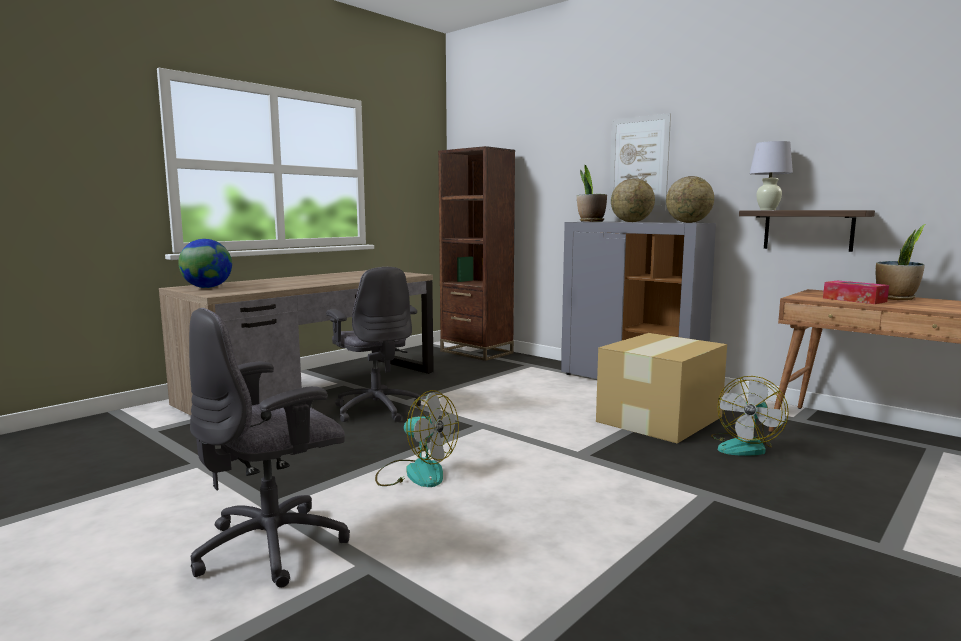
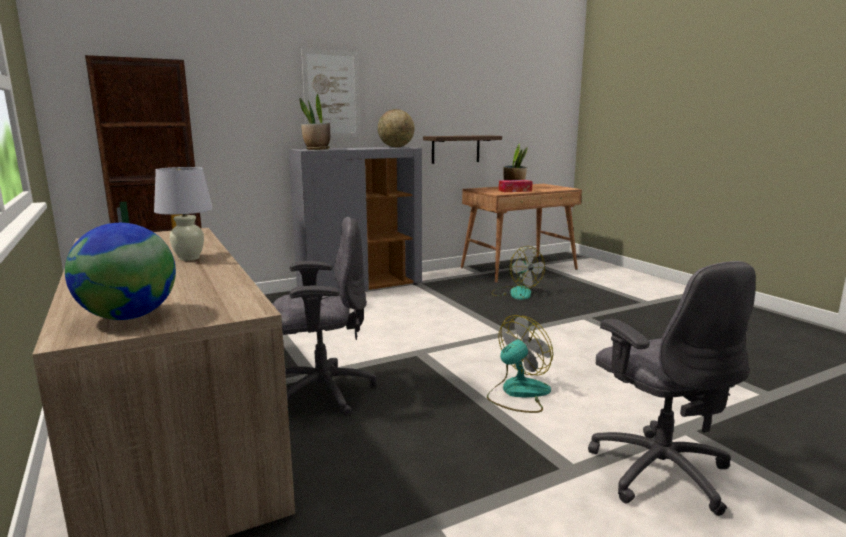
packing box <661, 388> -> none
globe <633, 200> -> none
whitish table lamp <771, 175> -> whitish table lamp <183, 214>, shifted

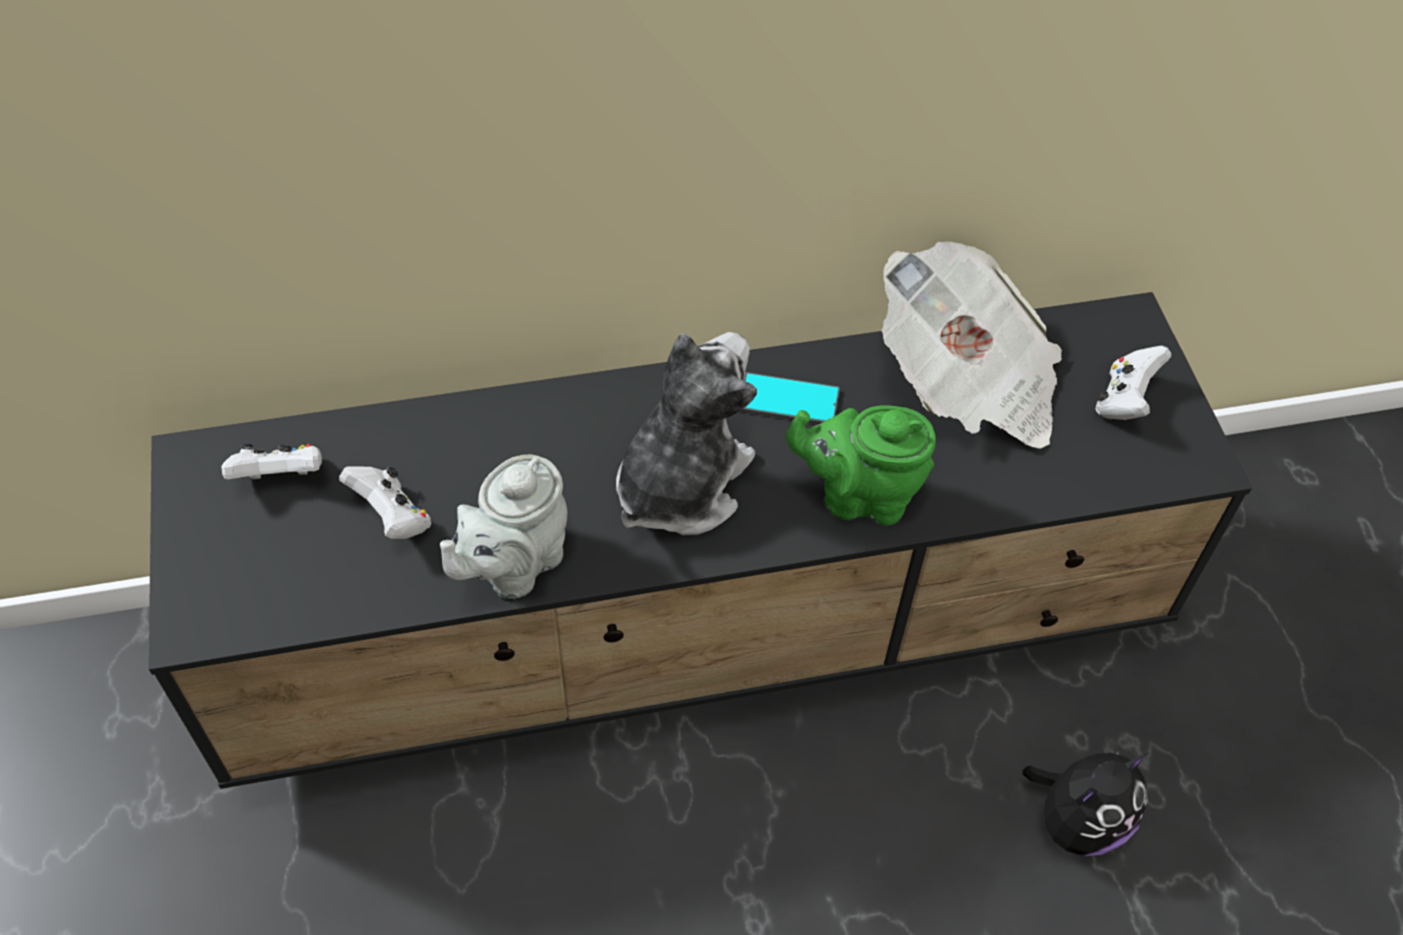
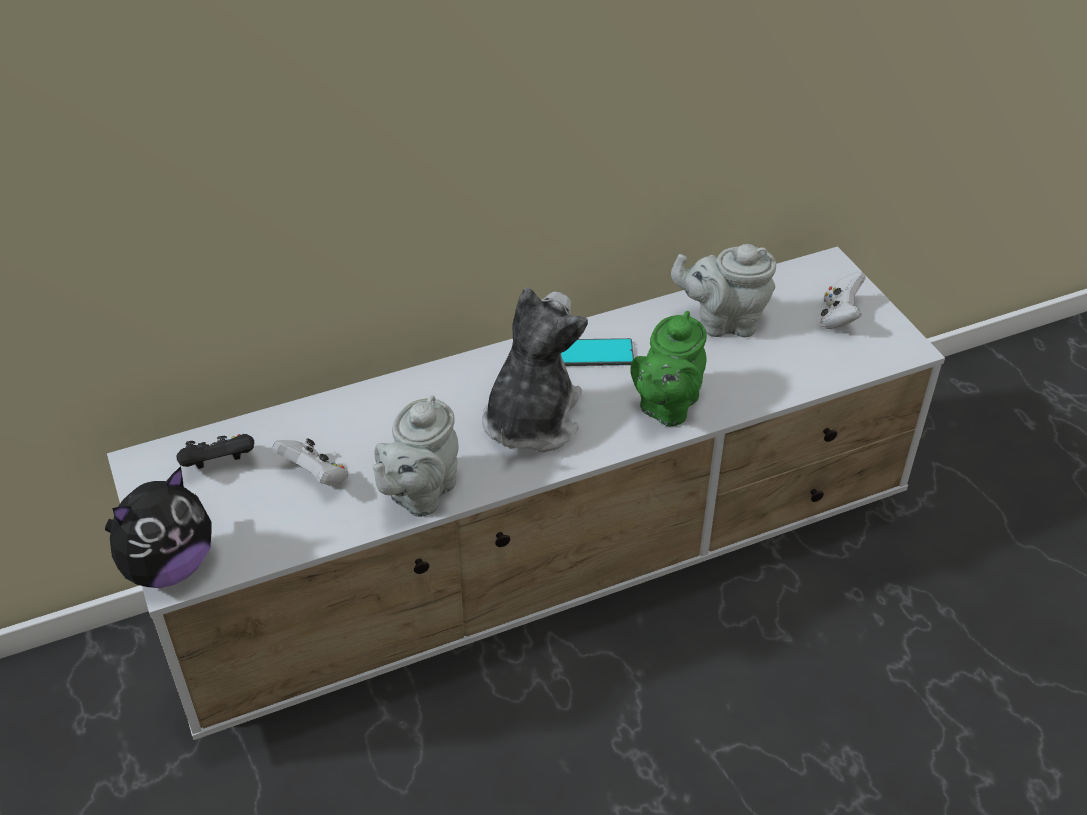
blackish tv stand <700, 540> -> whitish tv stand <526, 493>
whitish joypad <271, 462> -> blackish joypad <215, 451>
greenish tea pot <861, 465> -> greenish tea pot <668, 368>, 60 degrees counterclockwise
printed paper <972, 345> -> gray tea pot <723, 290>
cuddly toy <1085, 804> -> cuddly toy <158, 527>, shifted

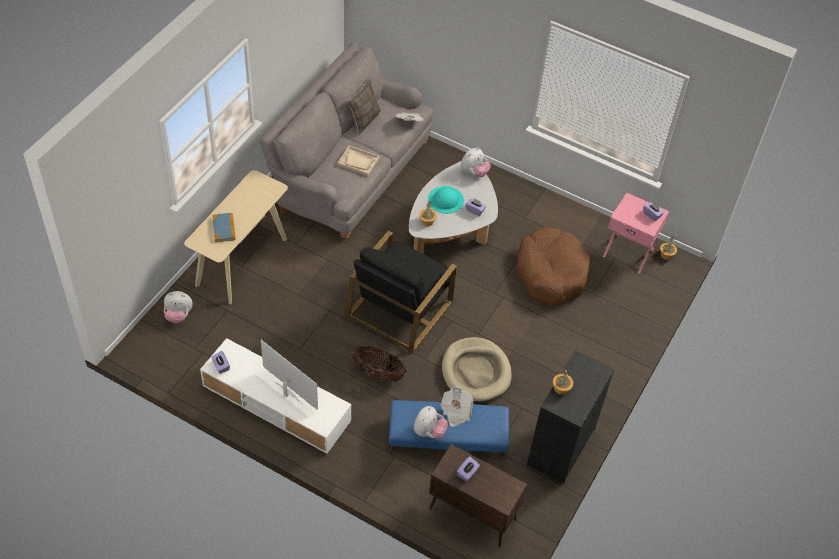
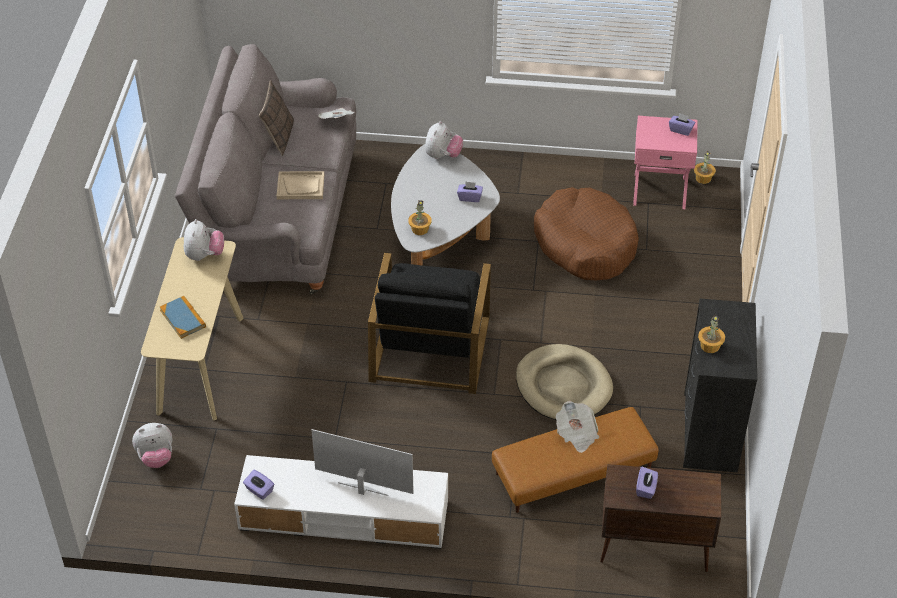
storage basket <379, 364> -> none
blue pouffe <449, 428> -> brownish pouffe <575, 460>
cuddly toy <431, 422> -> cuddly toy <204, 240>, shifted
blue-green clothing hat <446, 200> -> none

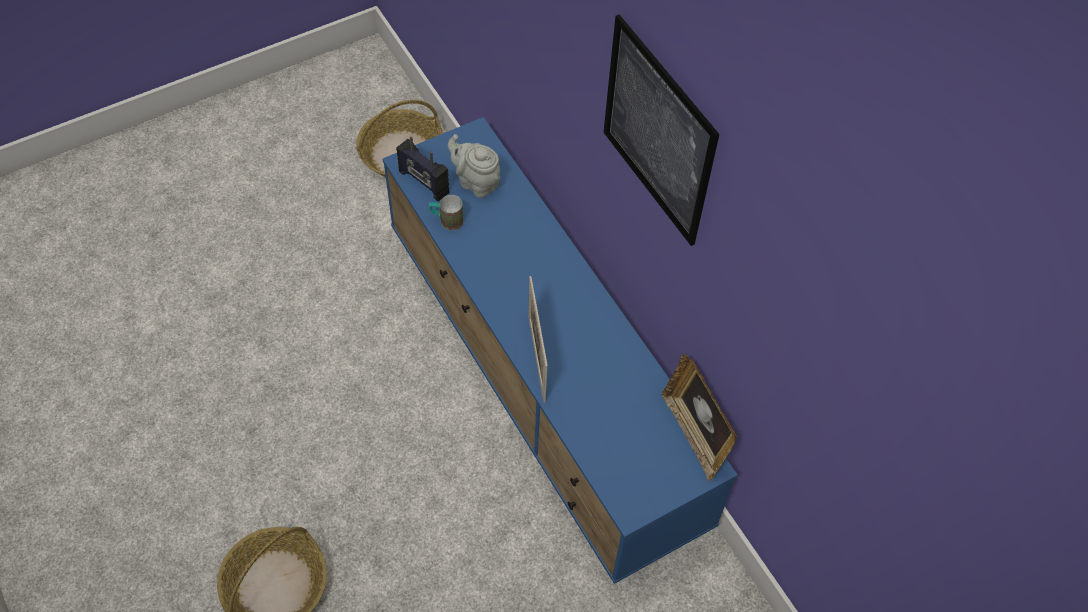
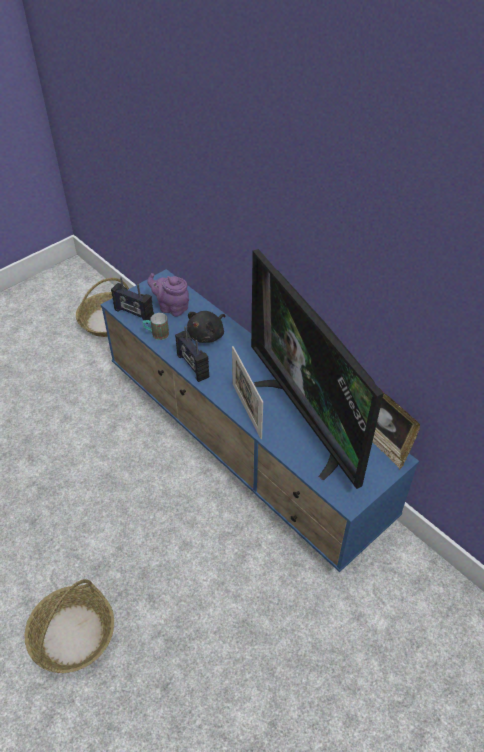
gray tea pot <474, 166> -> purplish tea pot <168, 295>
wall art <661, 130> -> none
none -> radio receiver <192, 354>
none -> blackish cuddly toy <206, 327>
none -> TV <317, 369>

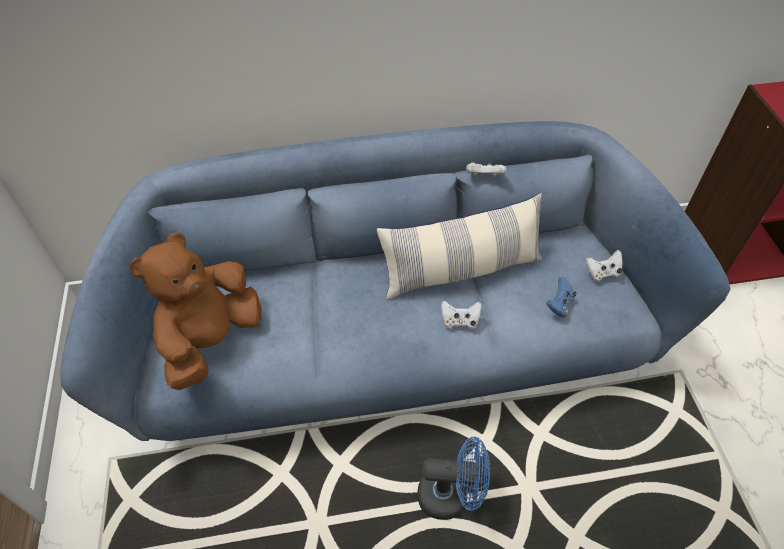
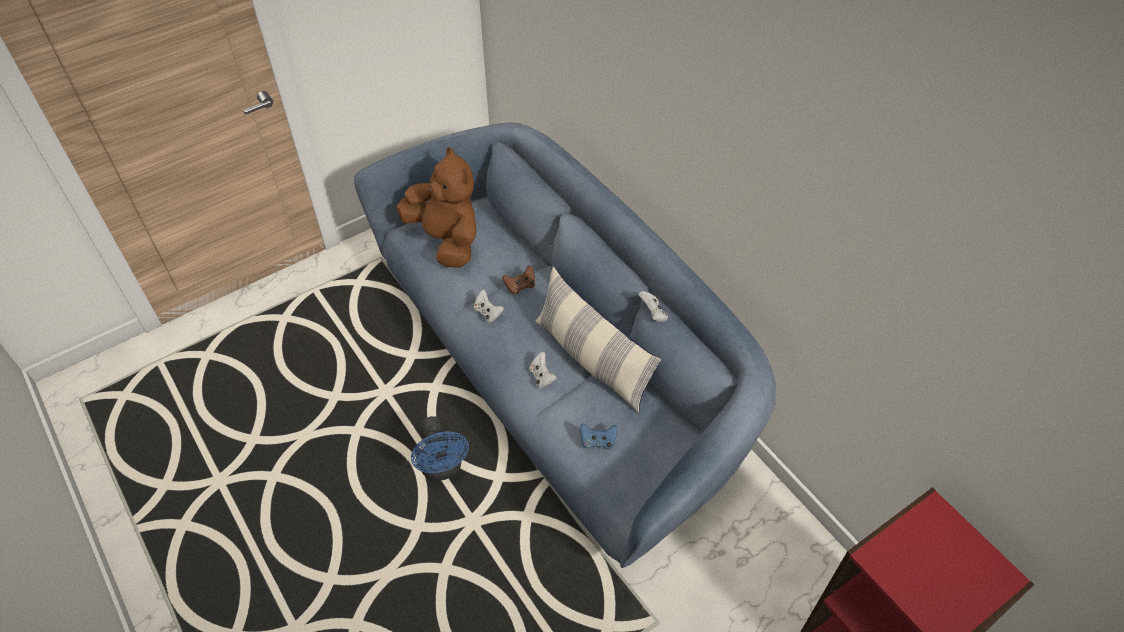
brownish cuddly toy <195, 311> -> brownish cuddly toy <436, 207>, 45 degrees clockwise
whitish joypad <604, 265> -> whitish joypad <489, 306>, shifted
none -> brownish joypad <518, 279>

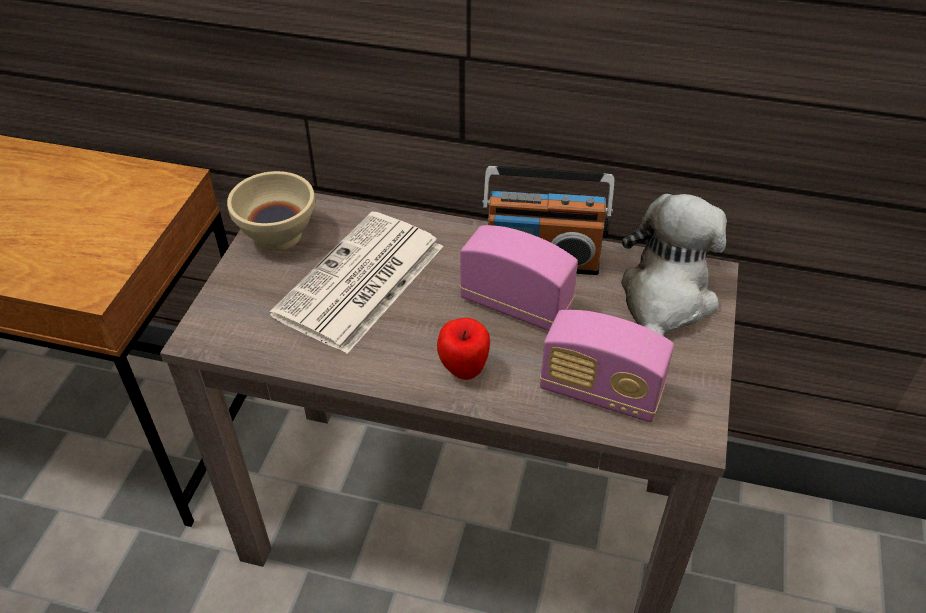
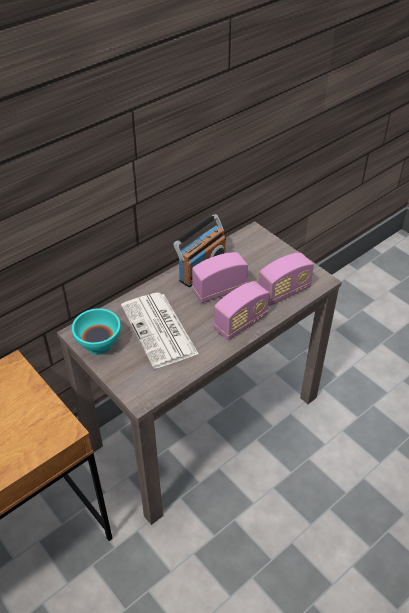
sand-coloured deep dish <271, 211> -> blue-green deep dish <96, 331>
apple fruit <463, 349> -> radio receiver <241, 310>
cuddly toy <674, 265> -> none

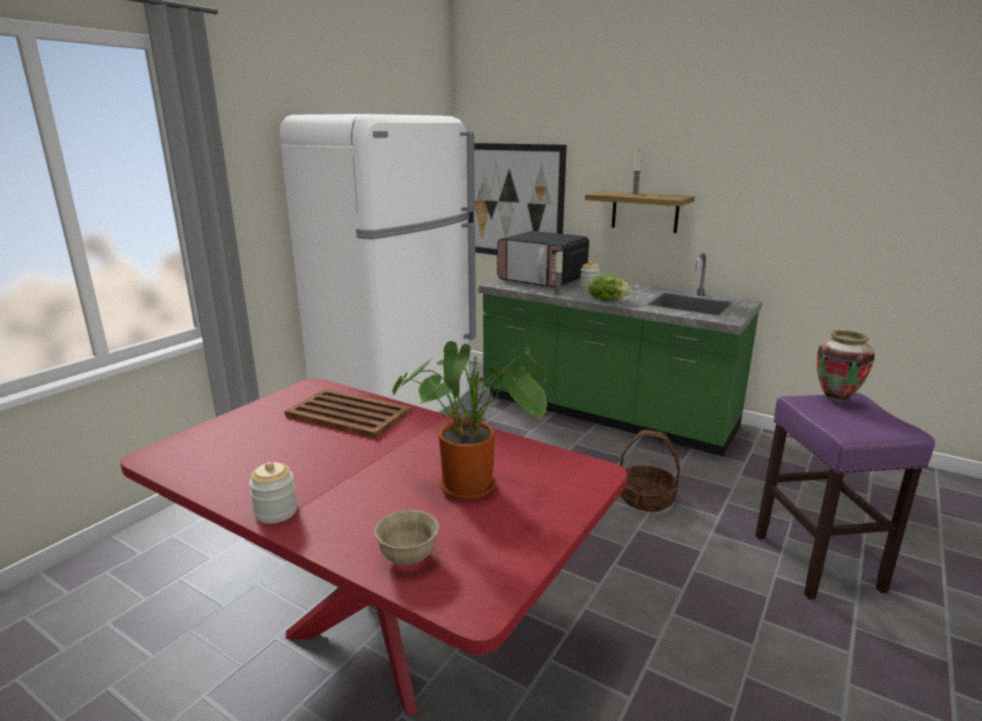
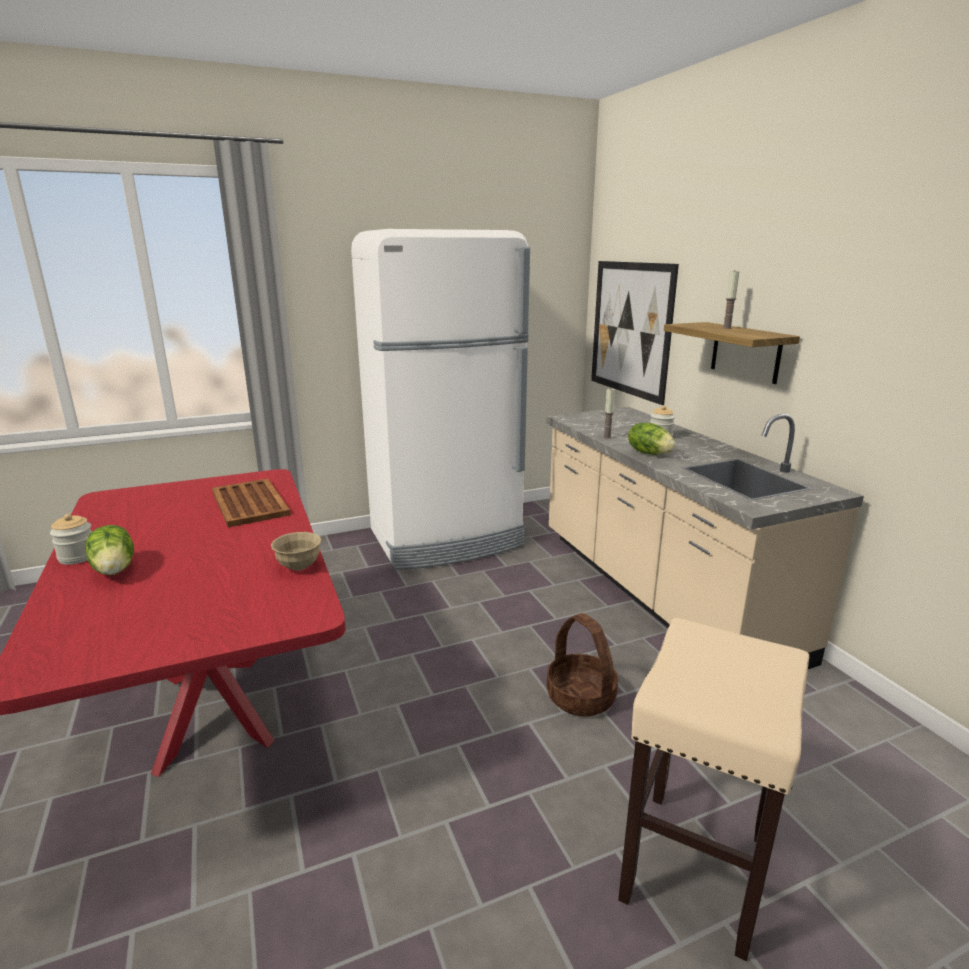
sand-coloured deep dish <407, 537> -> sand-coloured deep dish <296, 551>, shifted
plant in a pot <469, 420> -> none
greenish counter <620, 354> -> sand-coloured counter <705, 538>
microwave oven <543, 259> -> none
purplish stool seat <845, 496> -> sand-coloured stool seat <713, 789>
vase <846, 366> -> none
none -> head of lettuce <109, 550>

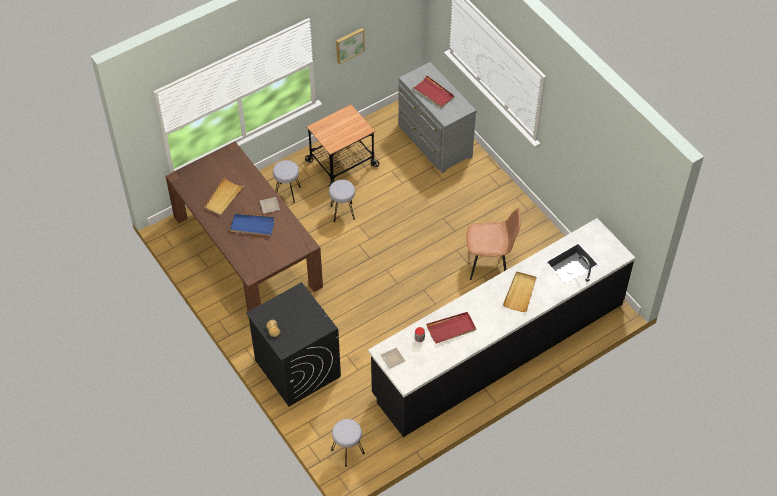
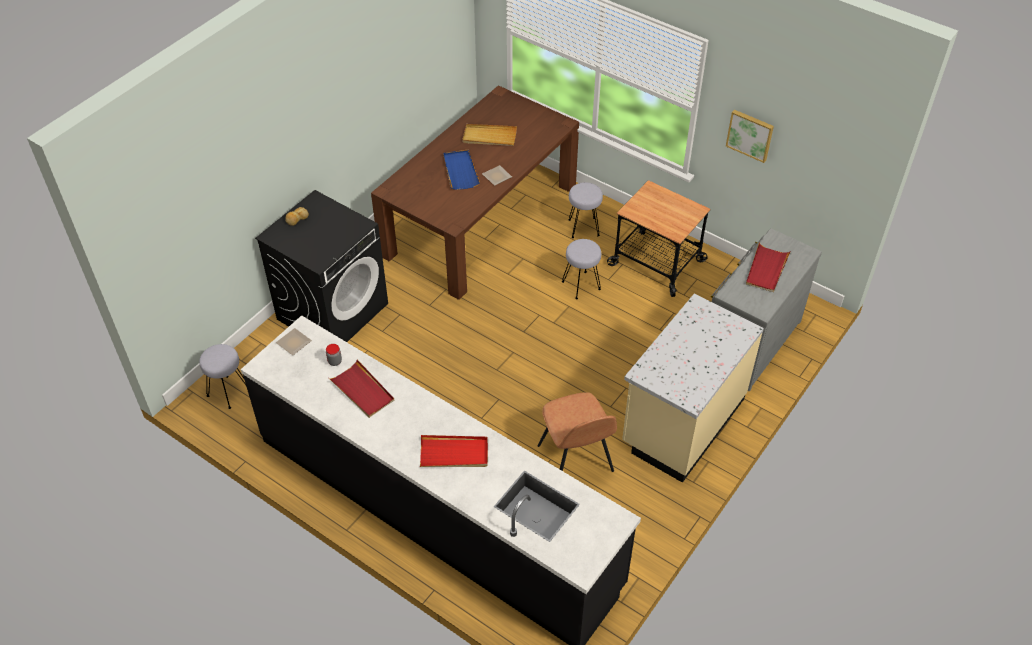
sand-coloured serving tray <519, 291> -> red serving tray <454, 451>
none -> sand-coloured counter <693, 388>

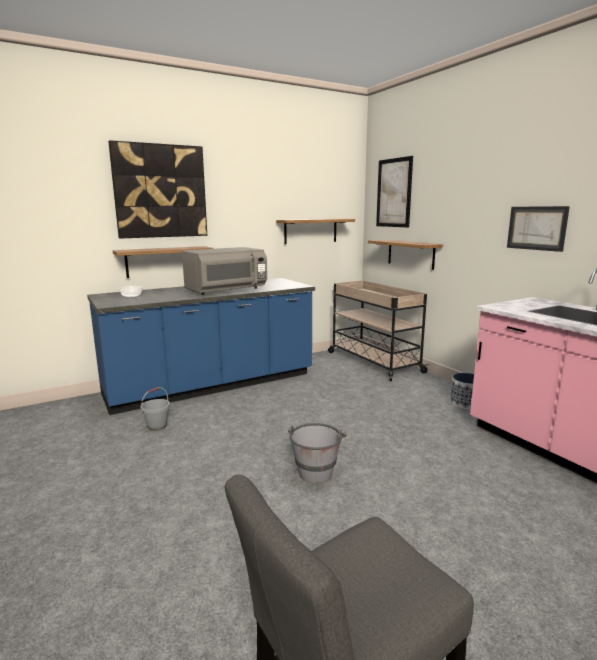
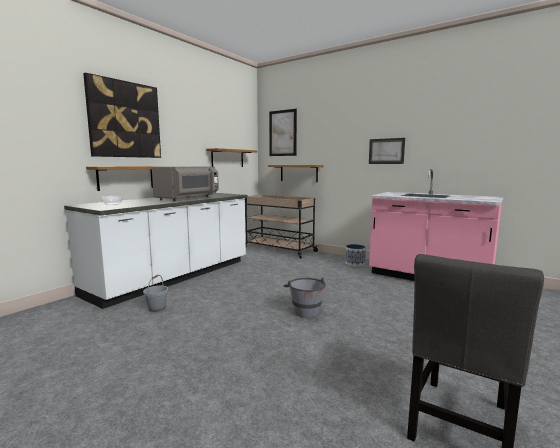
blue counter <201, 346> -> whitish counter <156, 251>

